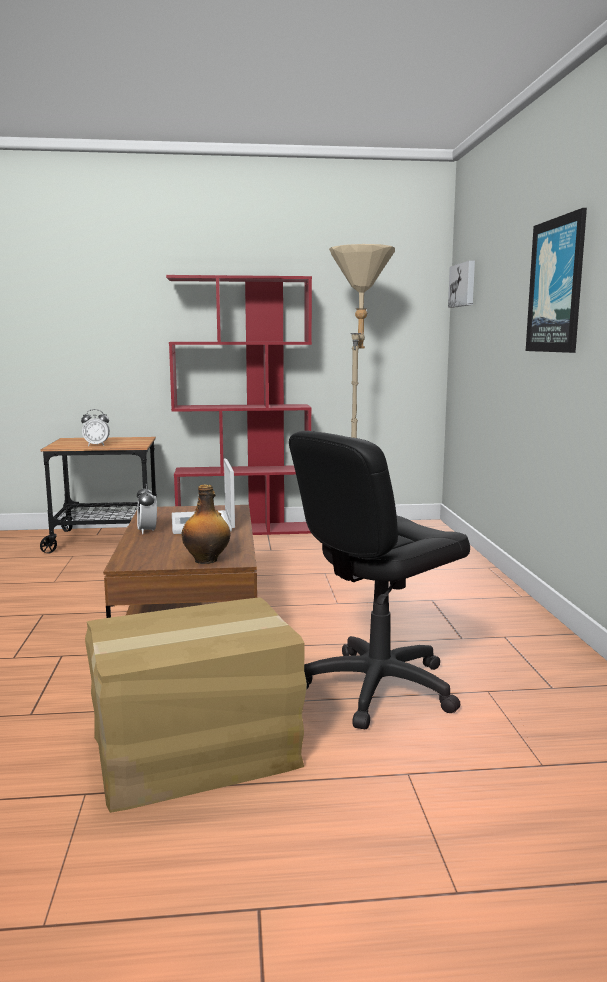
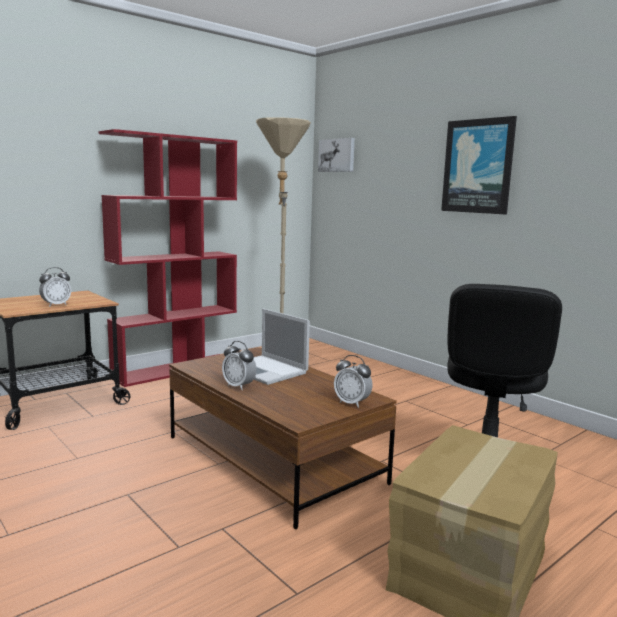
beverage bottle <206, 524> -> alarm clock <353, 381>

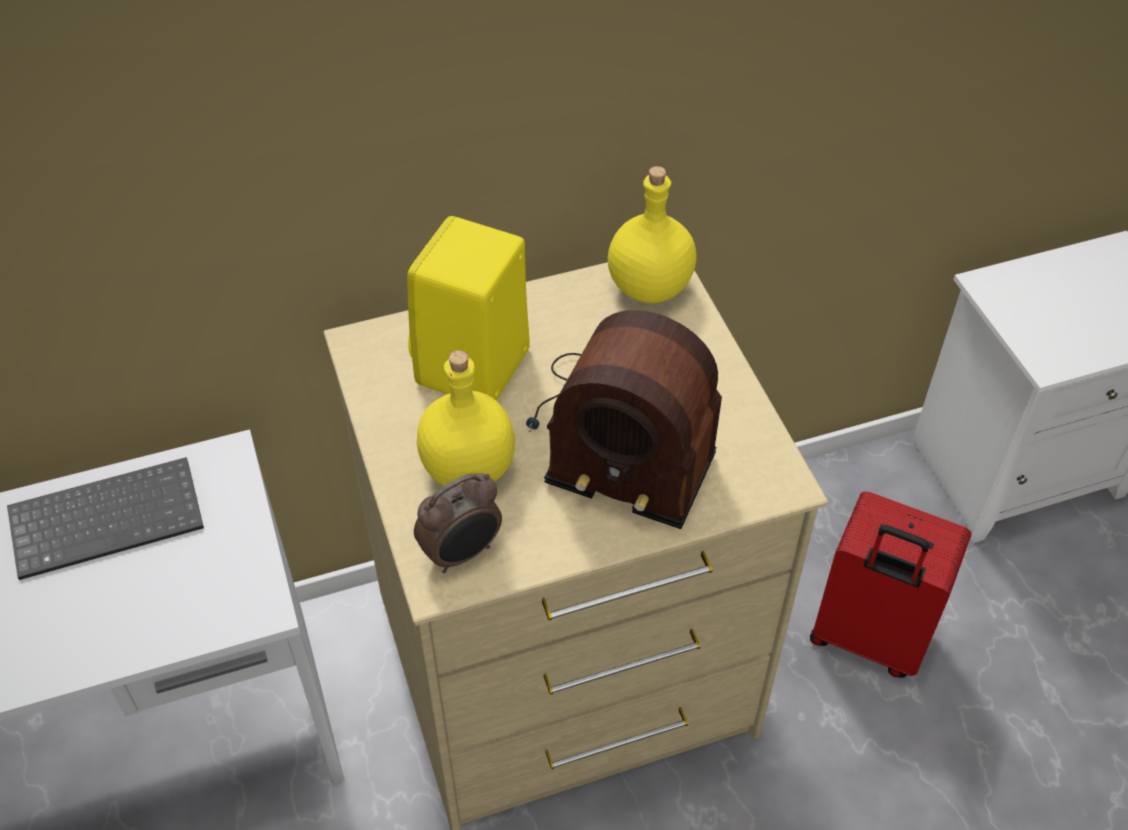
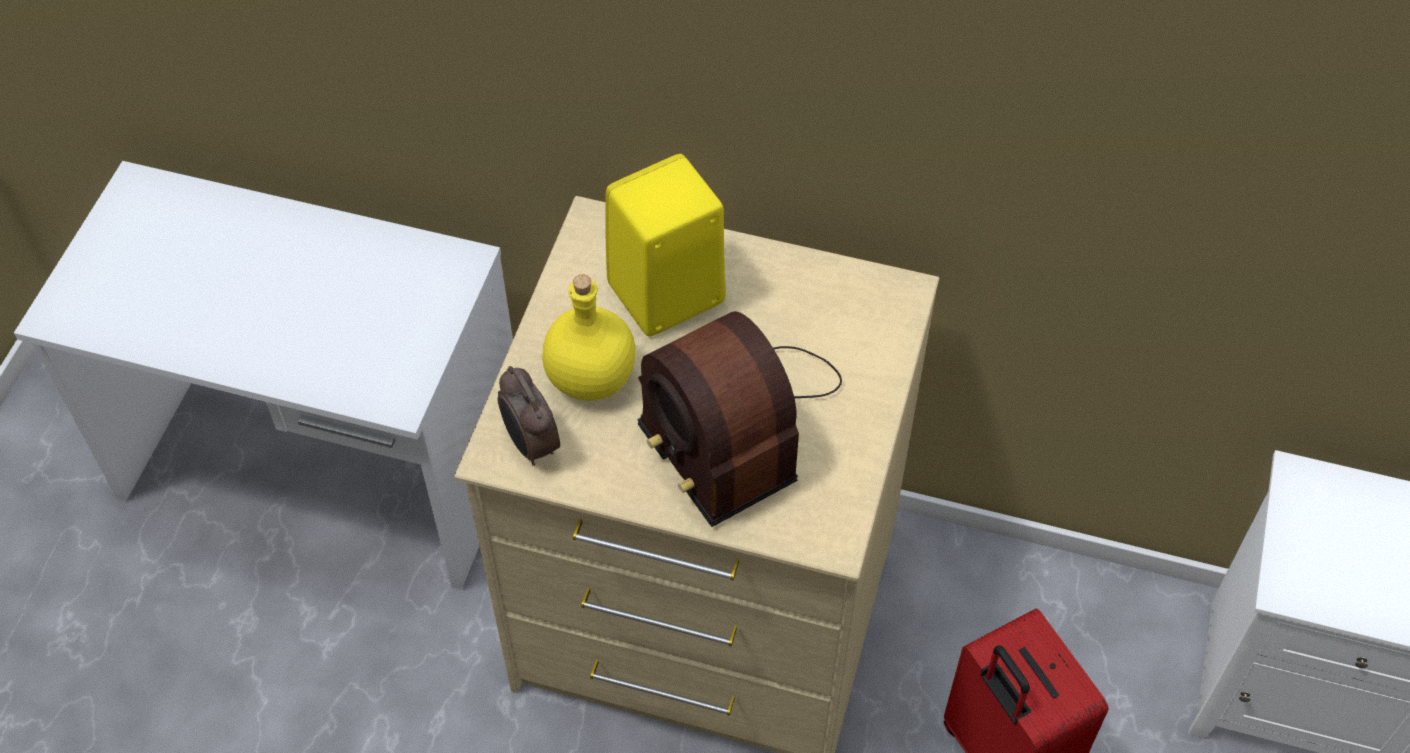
computer keyboard <105, 518> -> none
alarm clock <458, 523> -> alarm clock <529, 416>, 60 degrees clockwise
yellow beverage bottle <652, 234> -> none

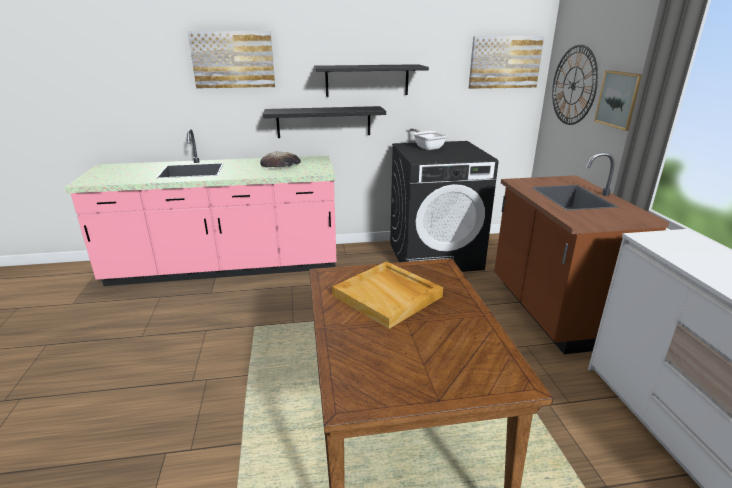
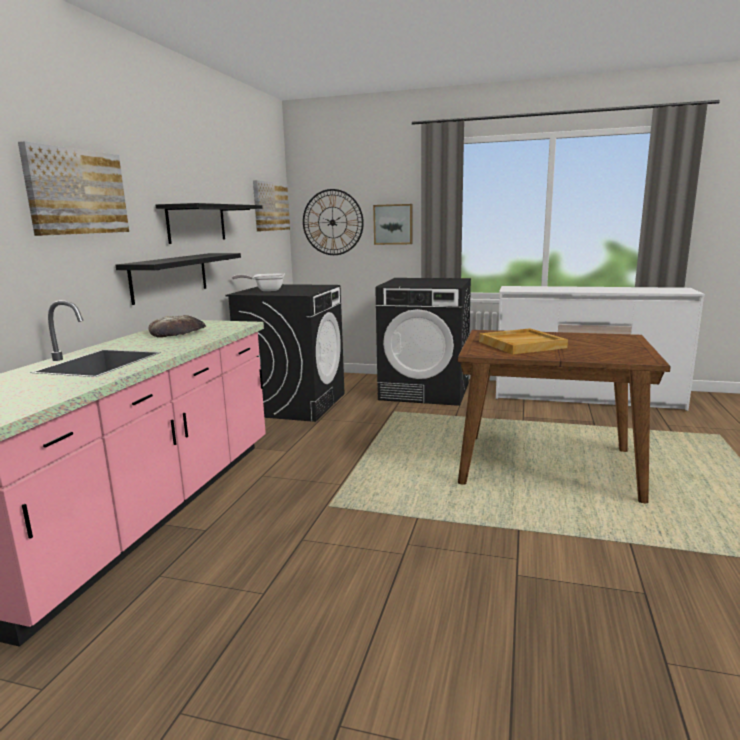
brownish counter <581, 253> -> blackish laundry machine <423, 342>

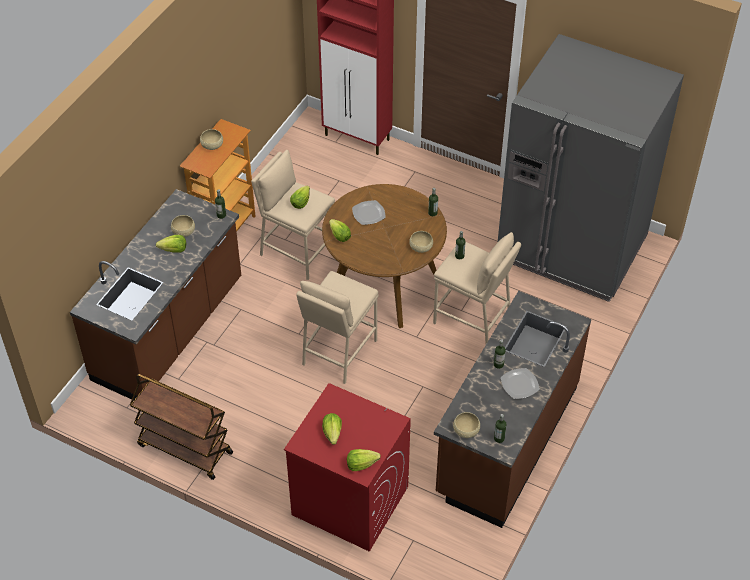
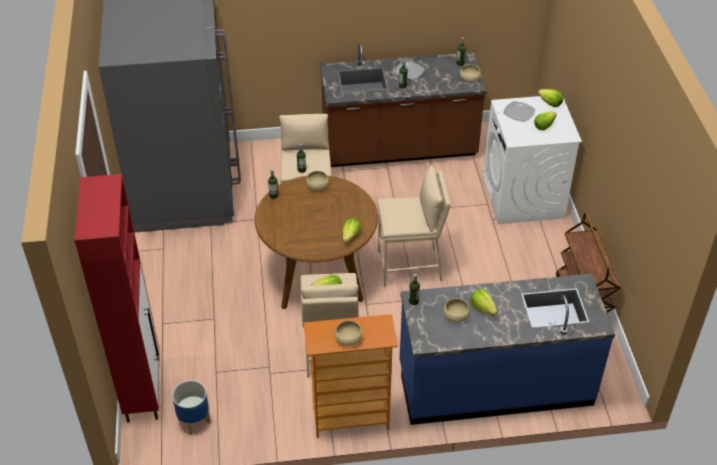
brownish counter <155, 294> -> blue counter <507, 349>
red laundry machine <347, 467> -> whitish laundry machine <532, 160>
flat dish <369, 212> -> flat dish <519, 111>, shifted
none -> flower pot <191, 407>

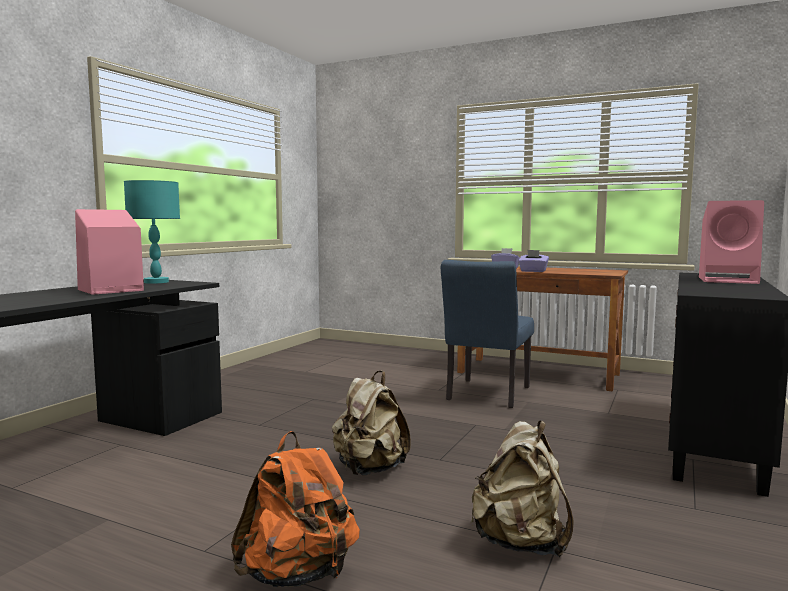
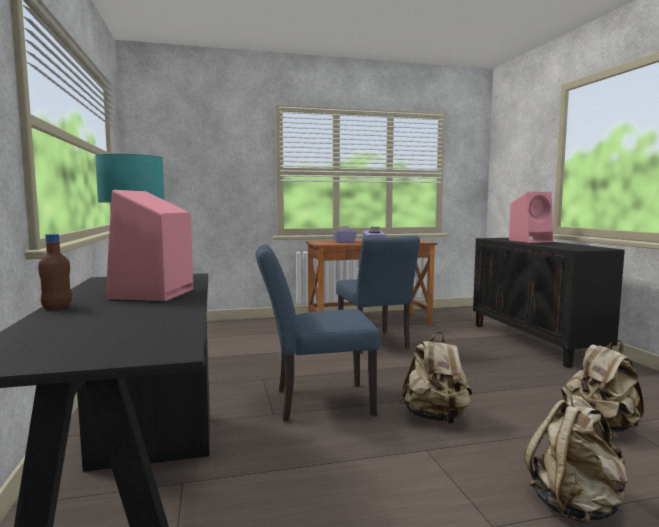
orange-coloured backpack <295, 509> -> sand-coloured backpack <576, 455>
none -> brownish beverage bottle <55, 272>
none -> blue plain chair <318, 333>

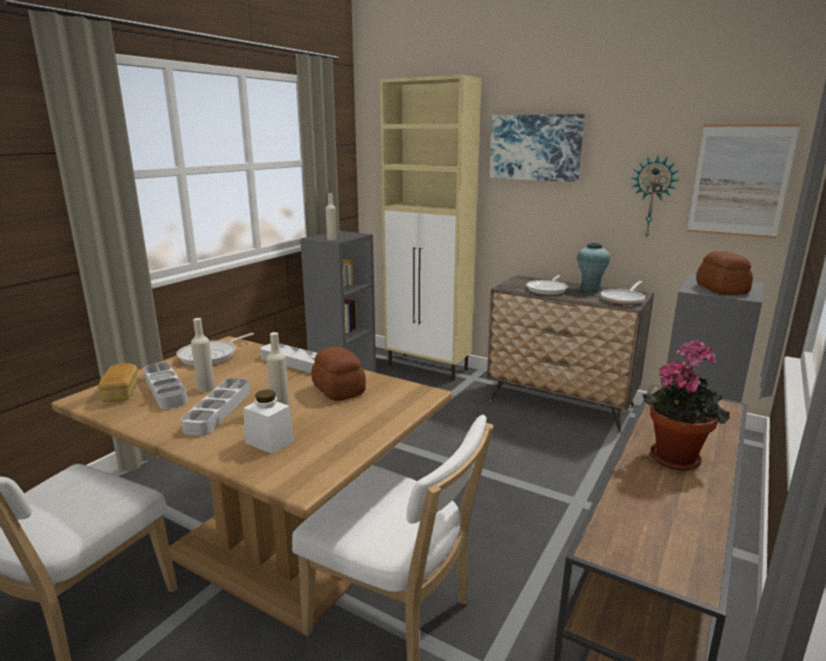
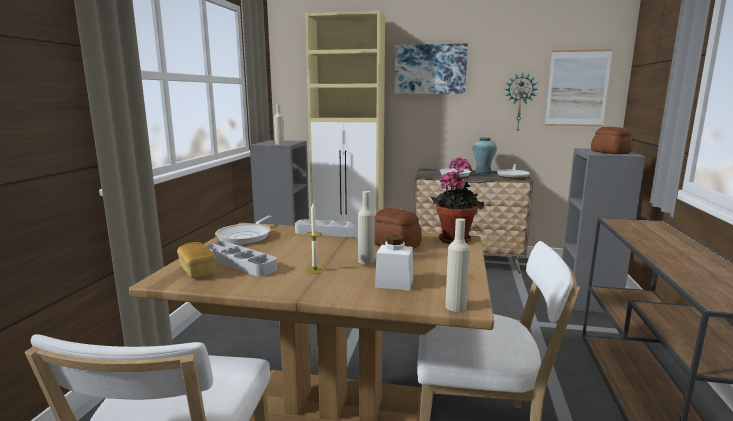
gray serving tray <215, 407> -> wax candle <315, 238>
sand-coloured beverage bottle <203, 355> -> sand-coloured beverage bottle <457, 265>, shifted
plant in a pot <686, 404> -> plant in a pot <457, 200>, shifted

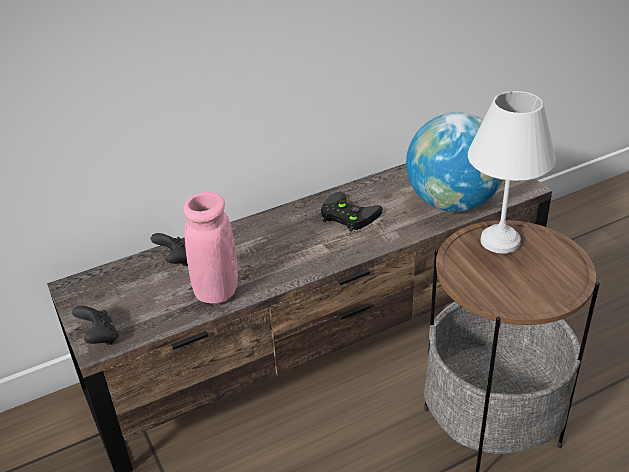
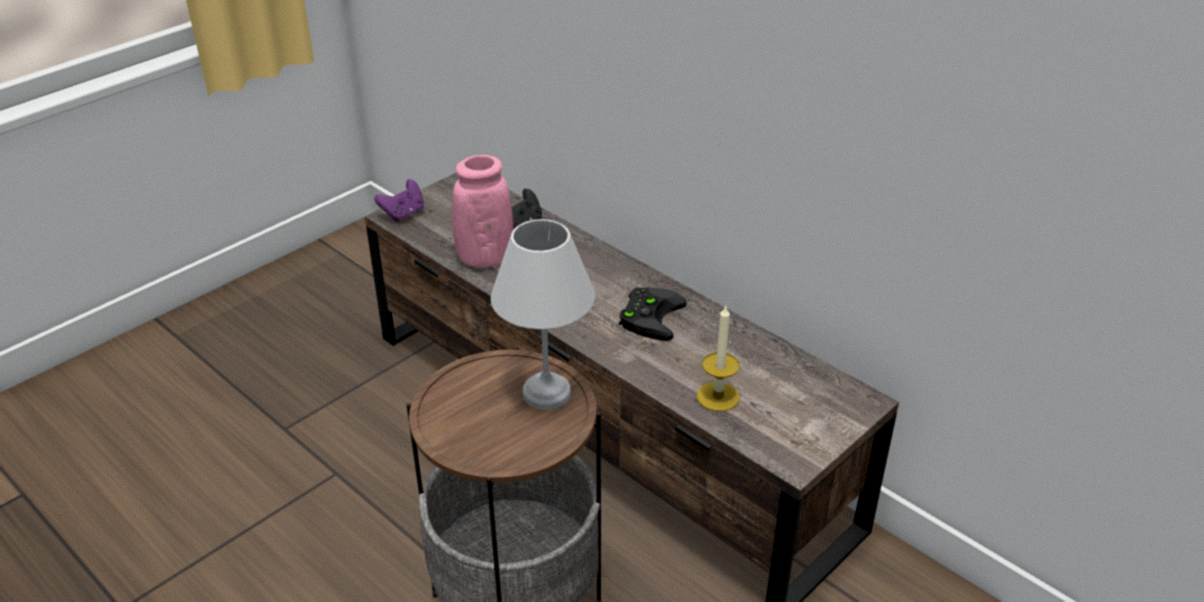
blackish joypad <95, 325> -> purplish joypad <399, 200>
globe <454, 162> -> wax candle <718, 358>

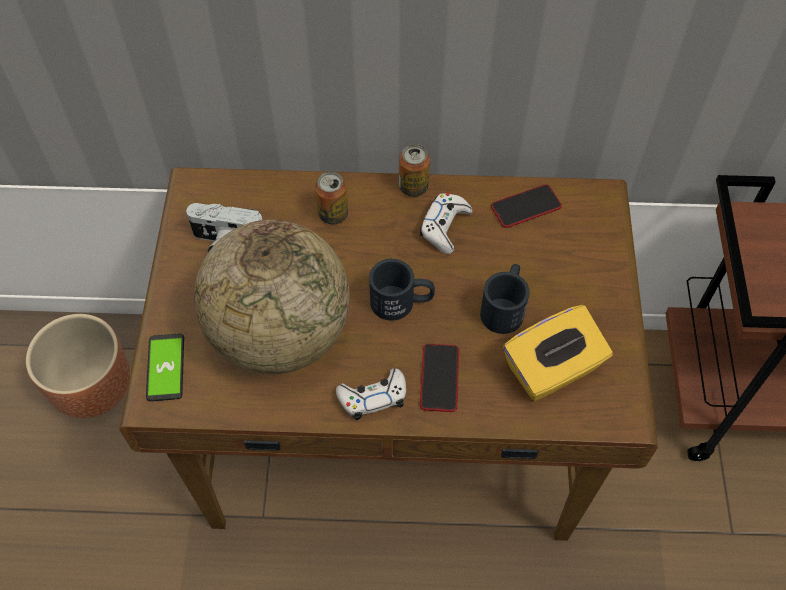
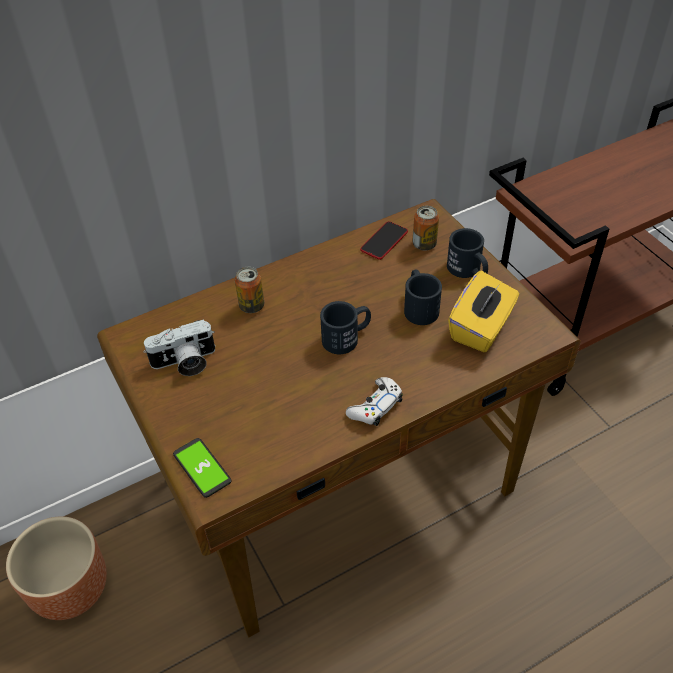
globe <272, 297> -> none
can <414, 170> -> can <425, 228>, shifted
whitish joypad <446, 223> -> none
phone <439, 378> -> none
none -> blackish mug <467, 253>

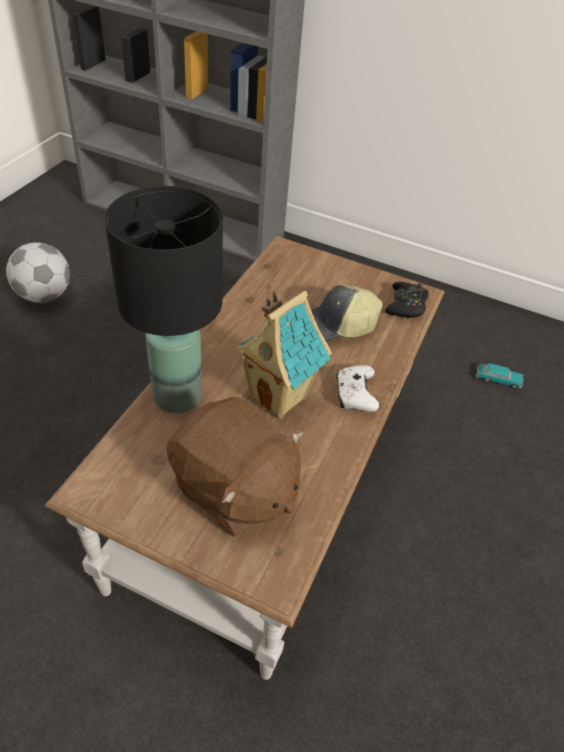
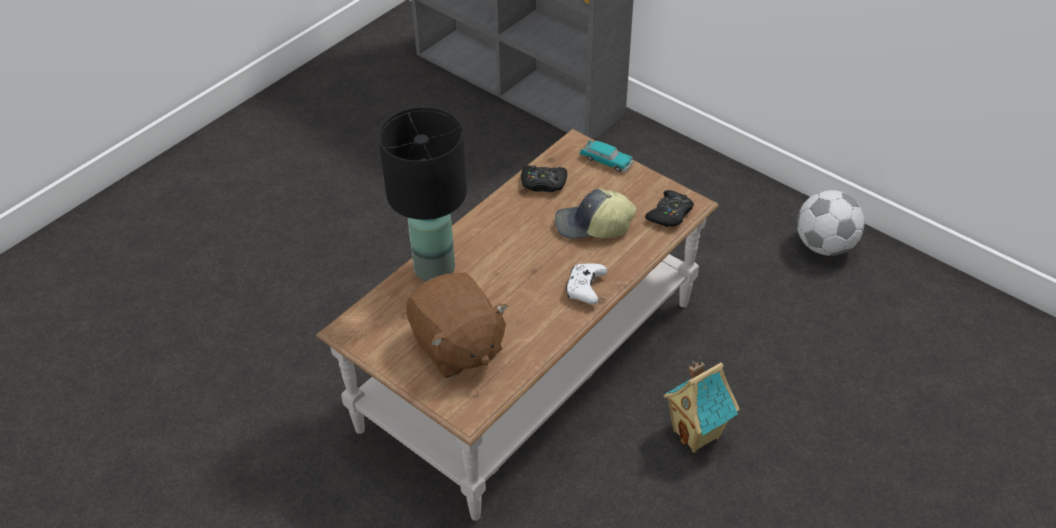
football ball <38, 272> -> football ball <831, 223>, shifted
toy house <283, 354> -> toy house <701, 404>, shifted
toy car <499, 376> -> toy car <606, 156>, shifted
none -> blackish joypad <544, 178>

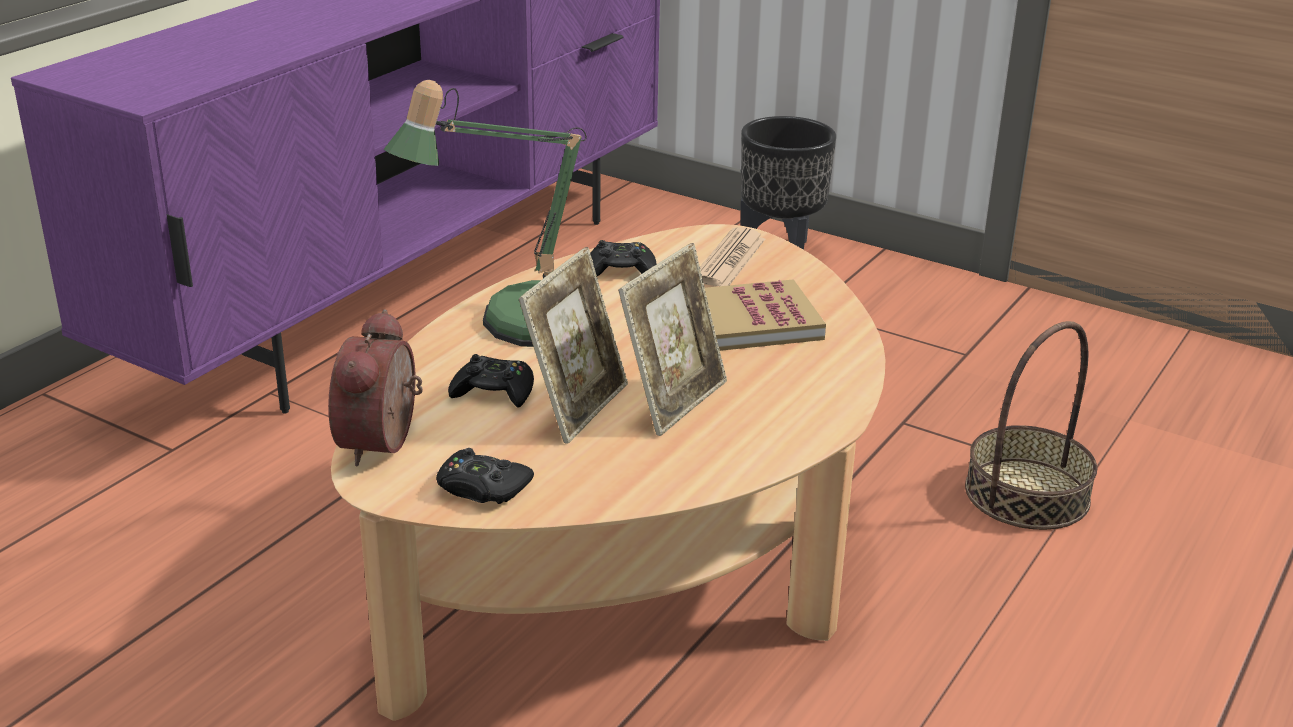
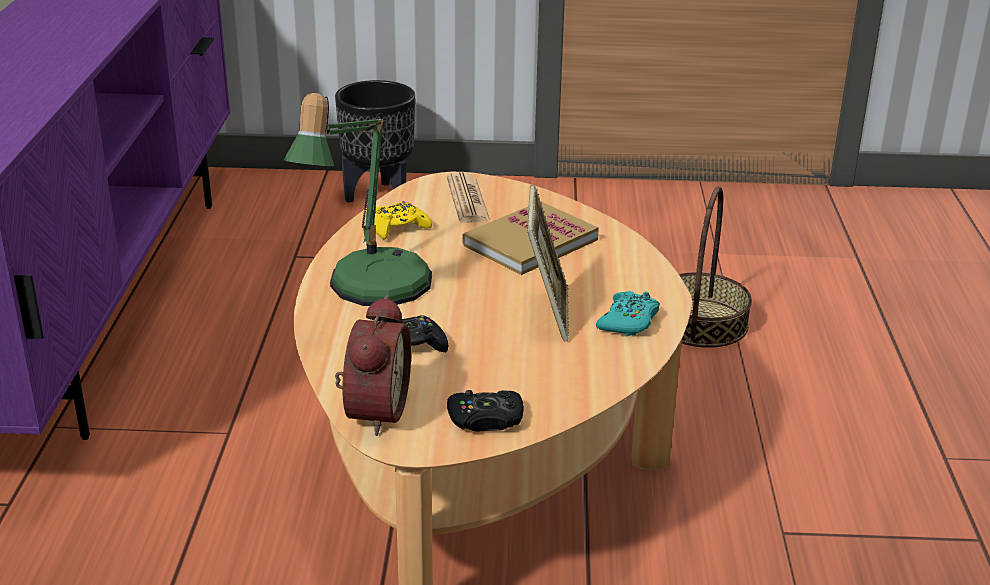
alarm clock <375, 387> -> alarm clock <373, 365>, 150 degrees counterclockwise
standing frame <573, 345> -> none
blackish joypad <623, 258> -> yellow joypad <403, 220>
none -> blue-green joypad <628, 313>

